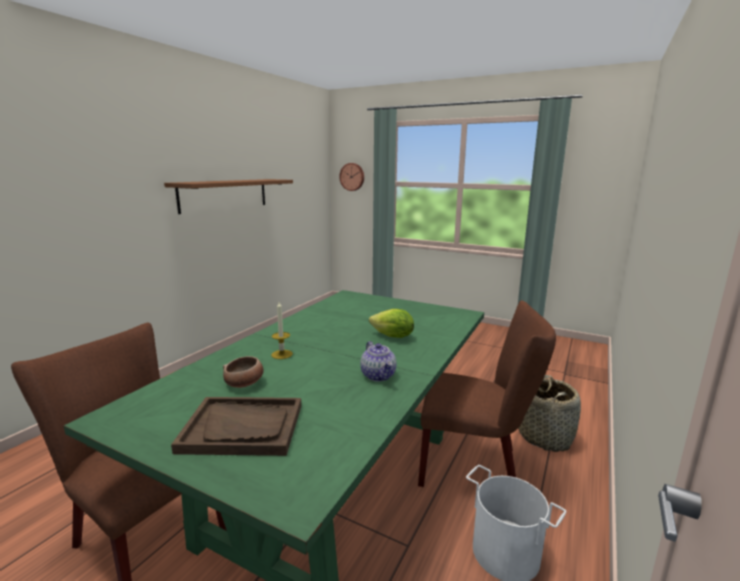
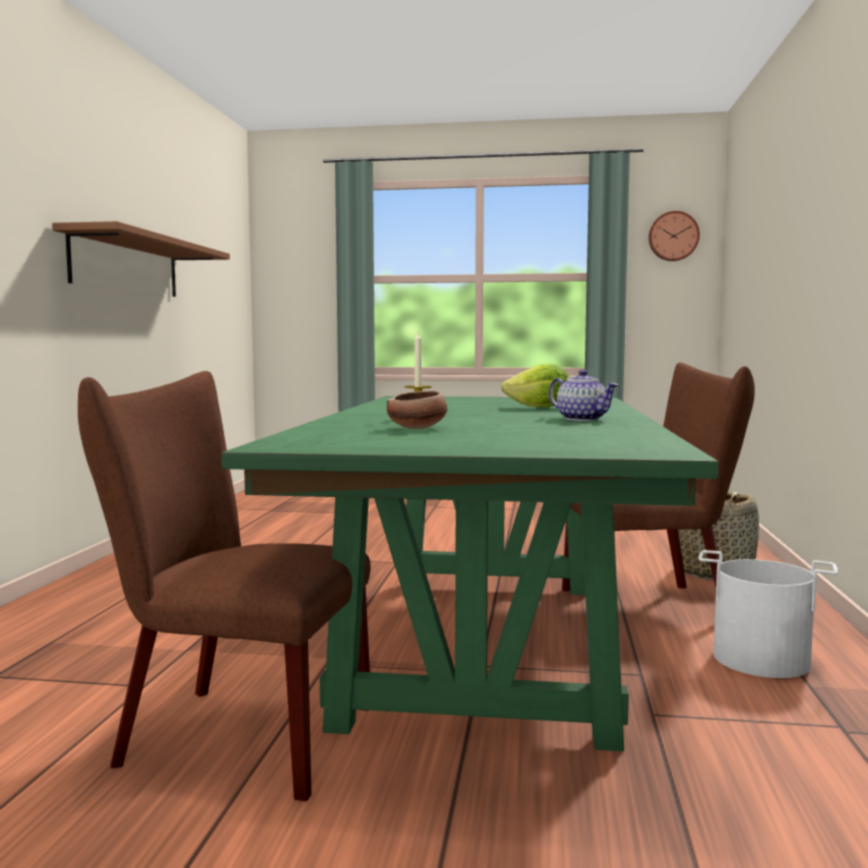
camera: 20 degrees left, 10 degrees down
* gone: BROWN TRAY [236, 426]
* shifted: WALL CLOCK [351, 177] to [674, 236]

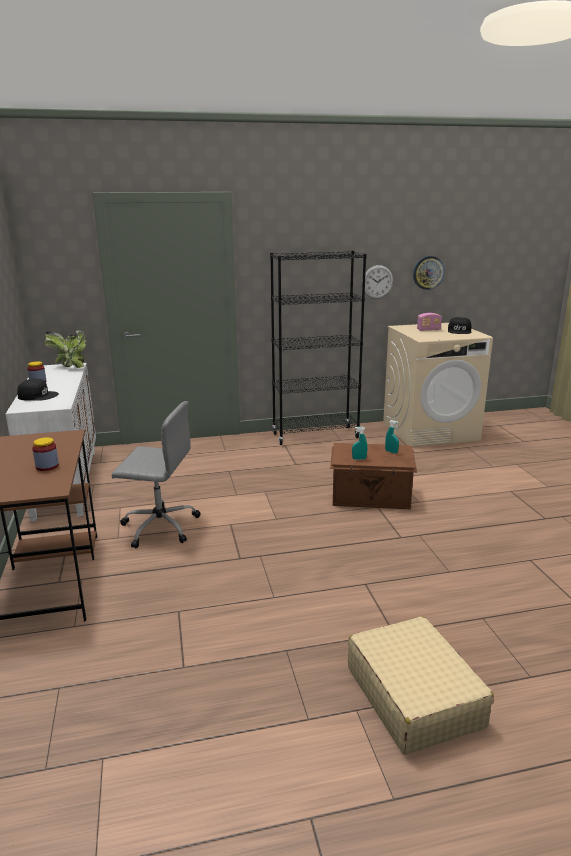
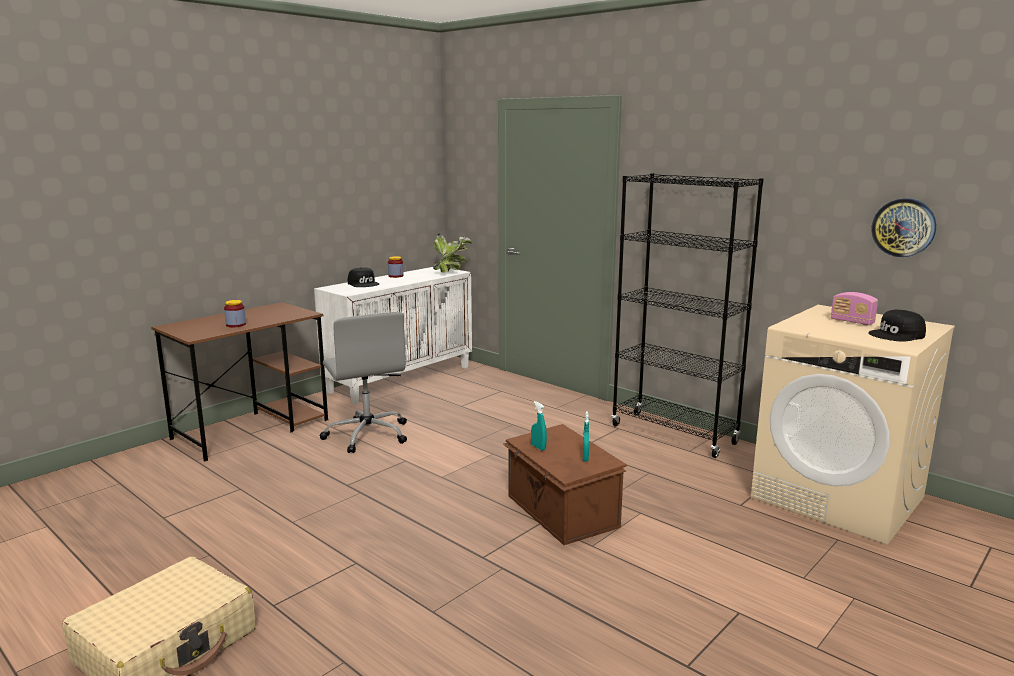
camera: 55 degrees right, 5 degrees down
* gone: WALL CLOCK [377, 282]

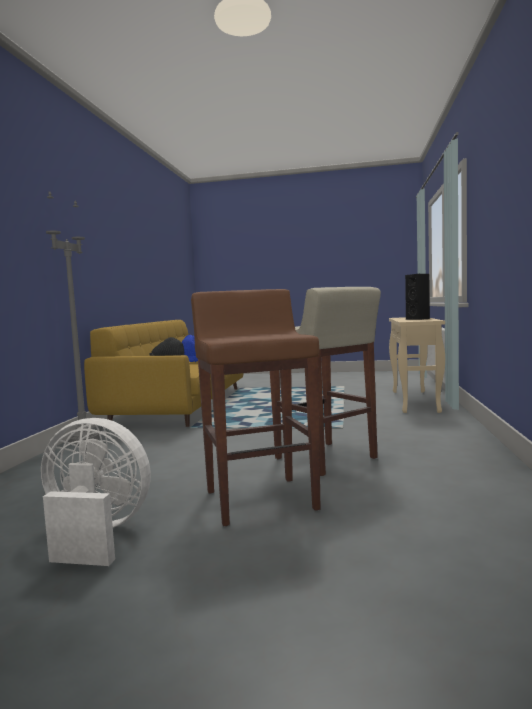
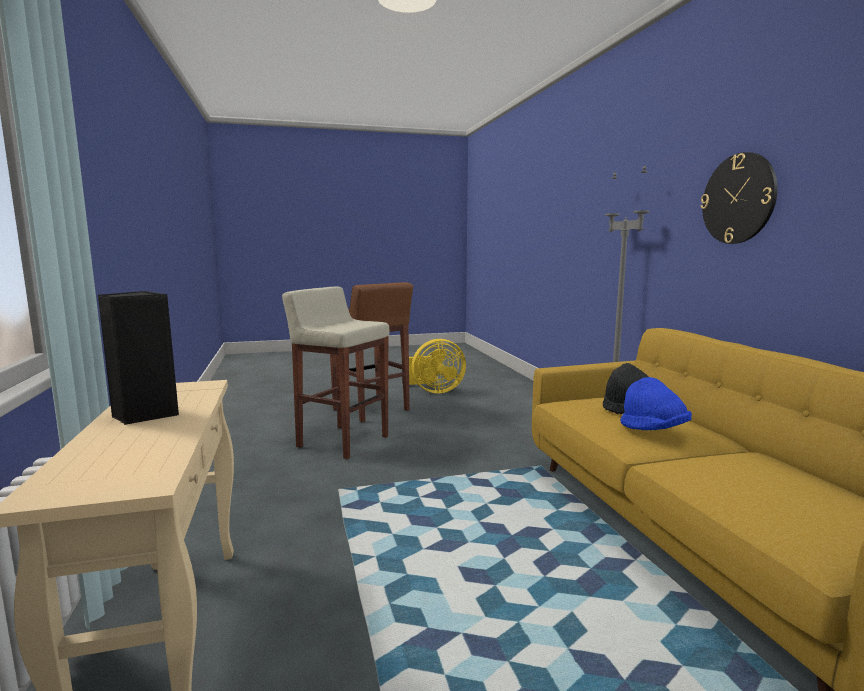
camera: 155 degrees right, 5 degrees up
* repainted: WHITE FAN [96, 492] to YELLOW FAN [437, 366]
* new: WALL CLOCK [739, 198]

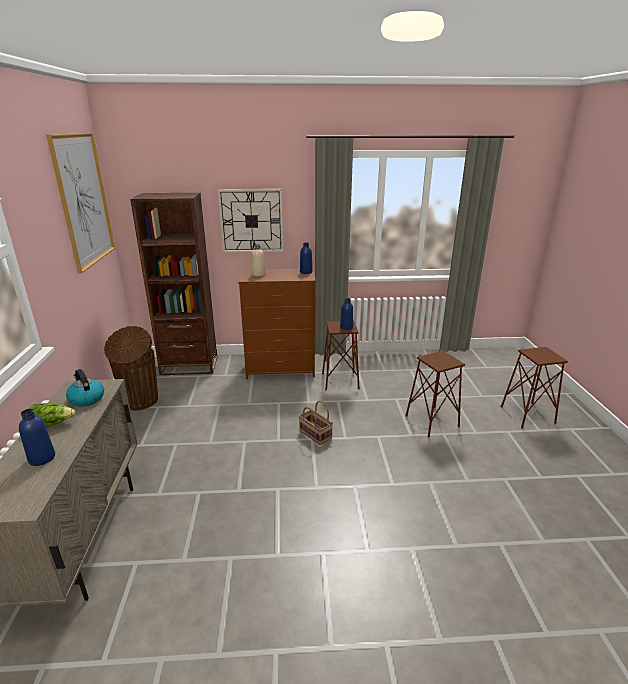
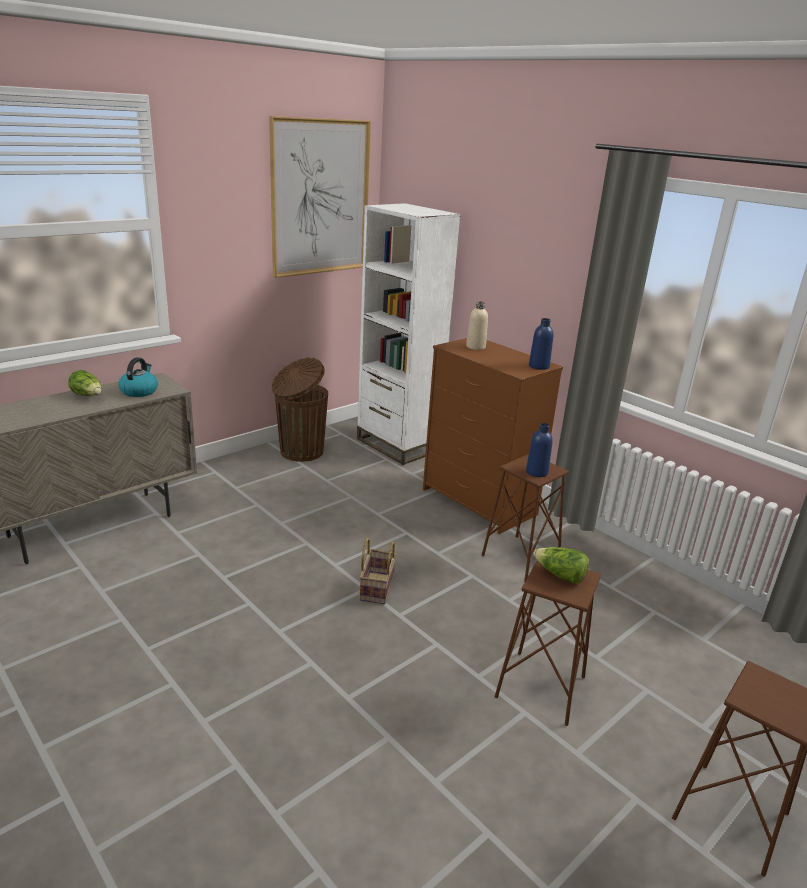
camera: 50 degrees right, 0 degrees up
* gone: BLUE BOTTLE [37, 437]
* repainted: BROWN BOOKCASE [174, 284] to WHITE BOOKCASE [409, 334]
* gone: WALL CLOCK [250, 221]
* new: LETTUCE [561, 565]

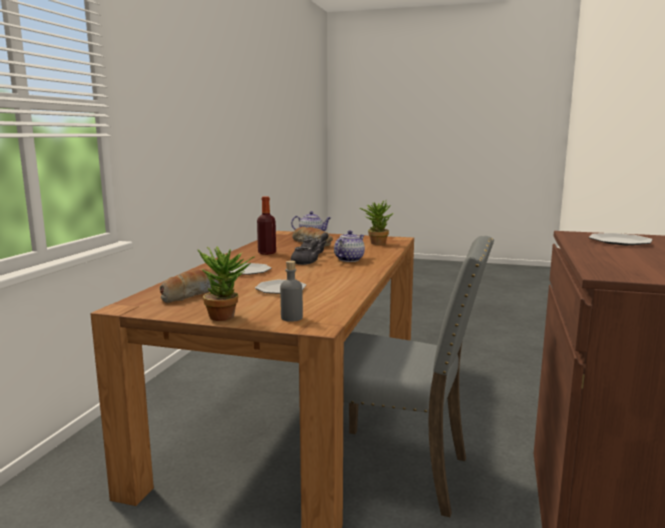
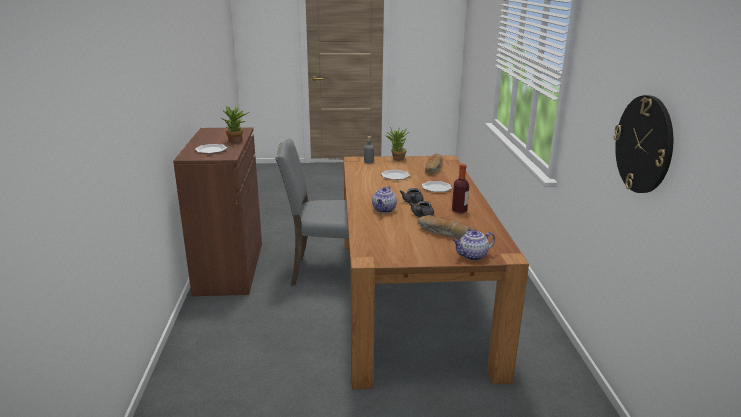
camera: 160 degrees right, 10 degrees up
* shifted: POTTED PLANT [376, 223] to [235, 123]
* new: WALL CLOCK [643, 144]

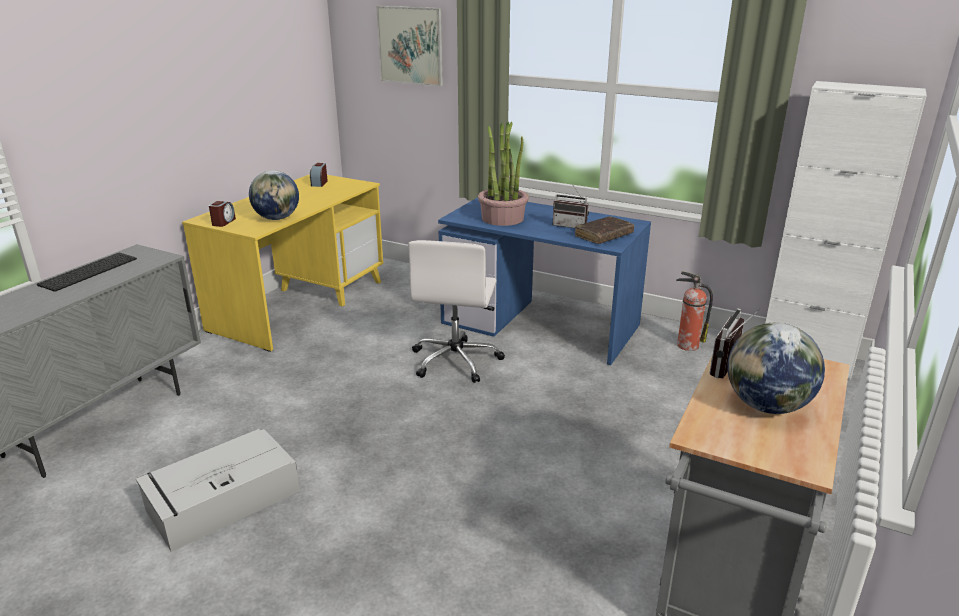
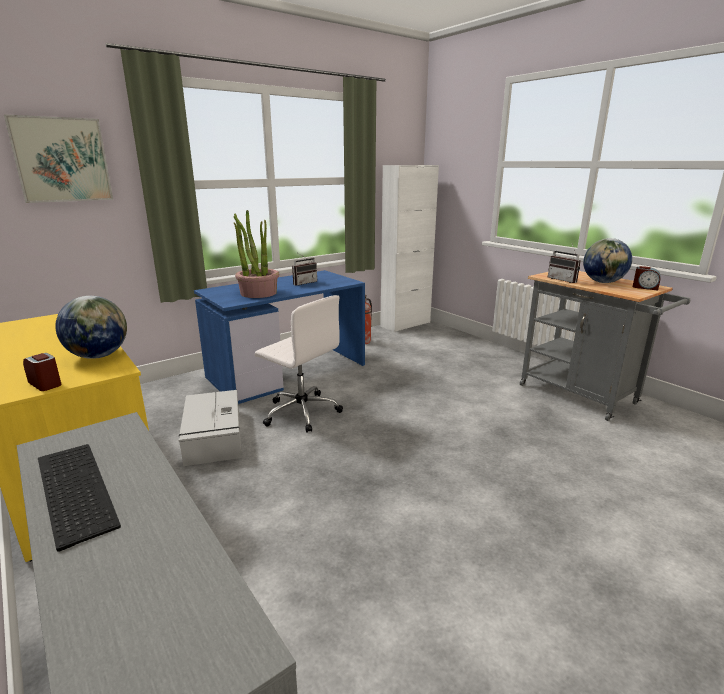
camera: 65 degrees left, 5 degrees down
* shifted: GREY STORAGE BOX [218, 490] to [210, 428]
* shifted: ALARM CLOCK [319, 175] to [647, 278]
* gone: BROWN BOOK [604, 230]

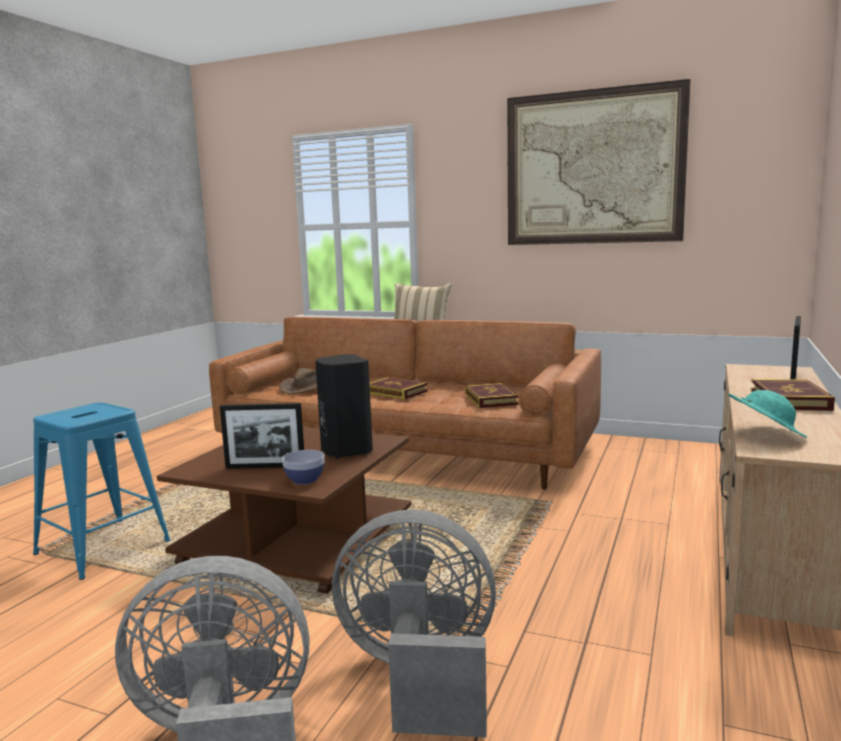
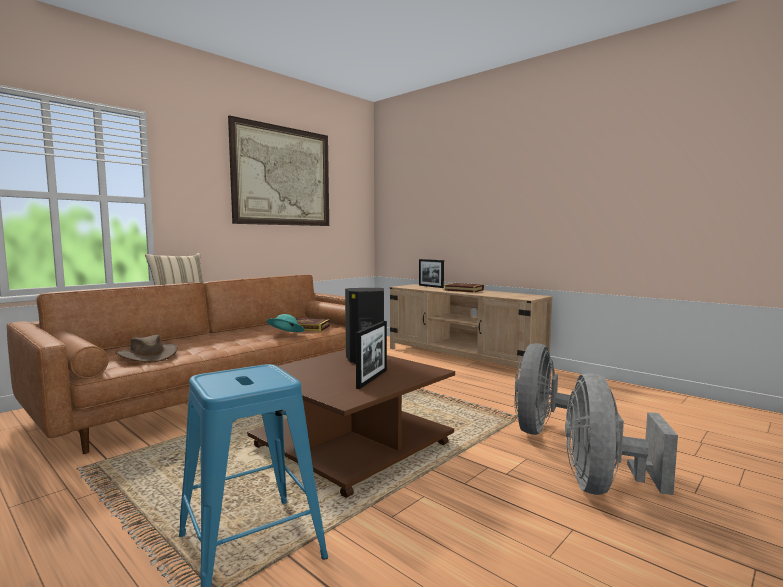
camera: 70 degrees left, 5 degrees down
* gone: BOWL [303, 467]
* gone: BOOK [398, 388]
* shifted: TURQUOISE HAT [767, 414] to [285, 323]

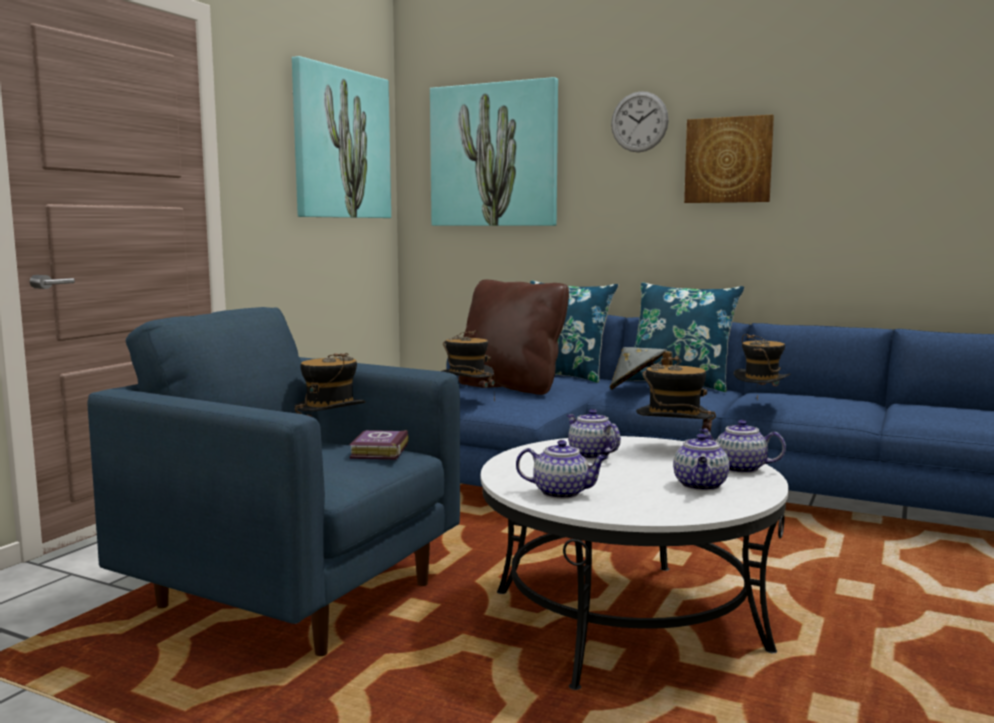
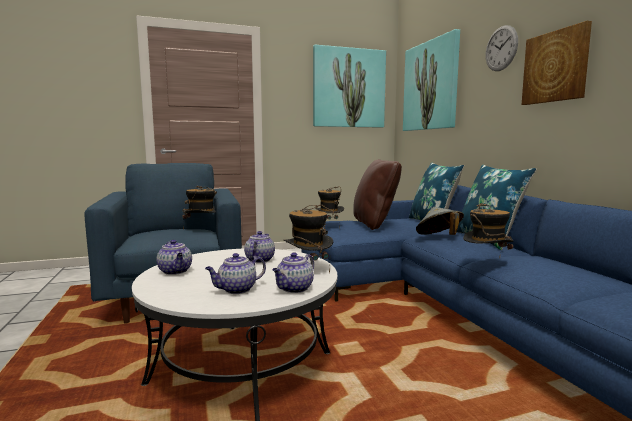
camera: 45 degrees right, 0 degrees up
* gone: BOOK [379, 445]
* rotated: TEAPOT [742, 446] = [293, 273] 120 degrees counterclockwise

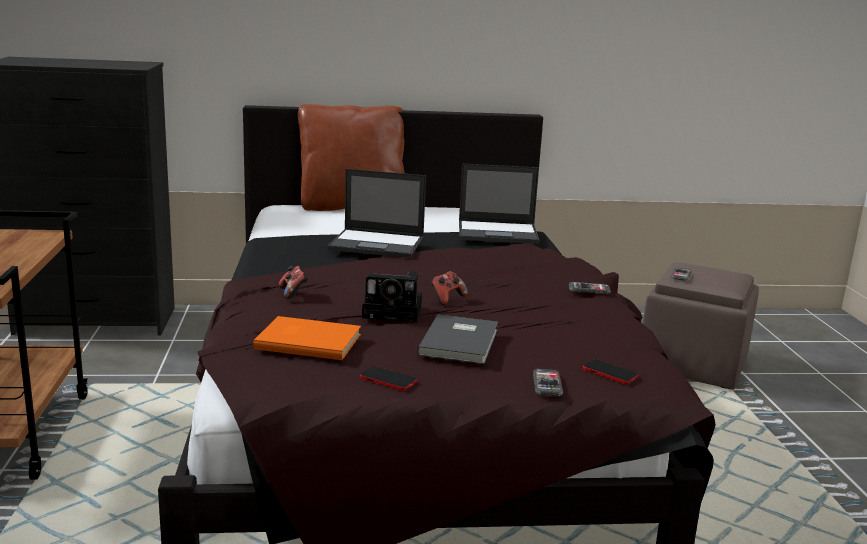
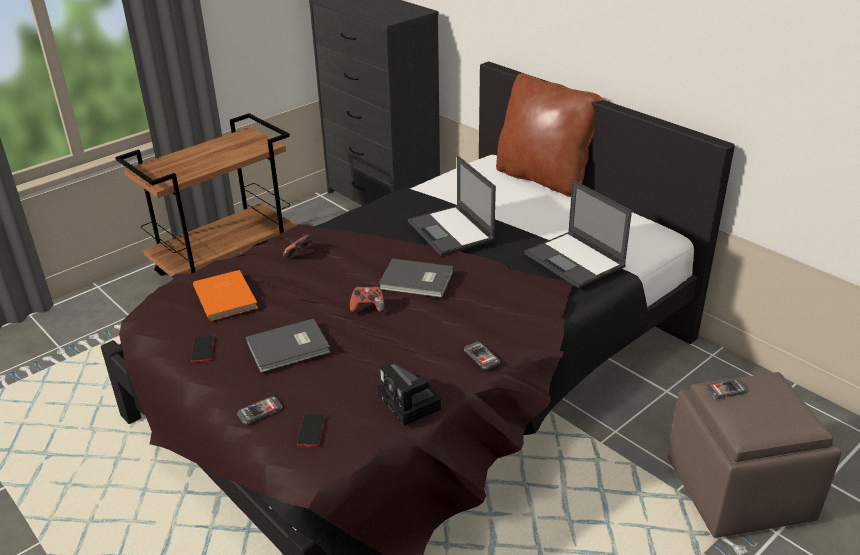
camera: 55 degrees right, 15 degrees up
* shifted: PHOTO CAMERA [392, 296] to [409, 394]
* new: GREY BOOK [416, 278]

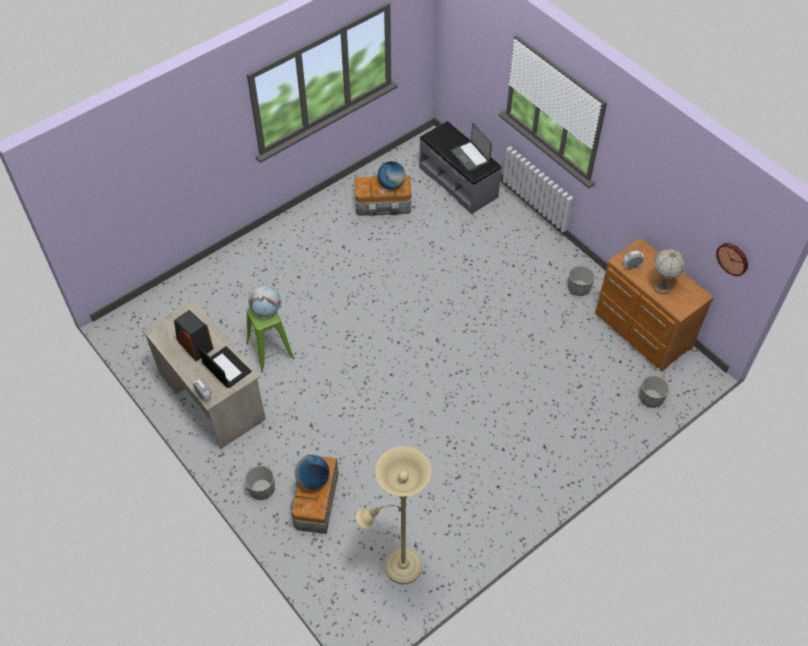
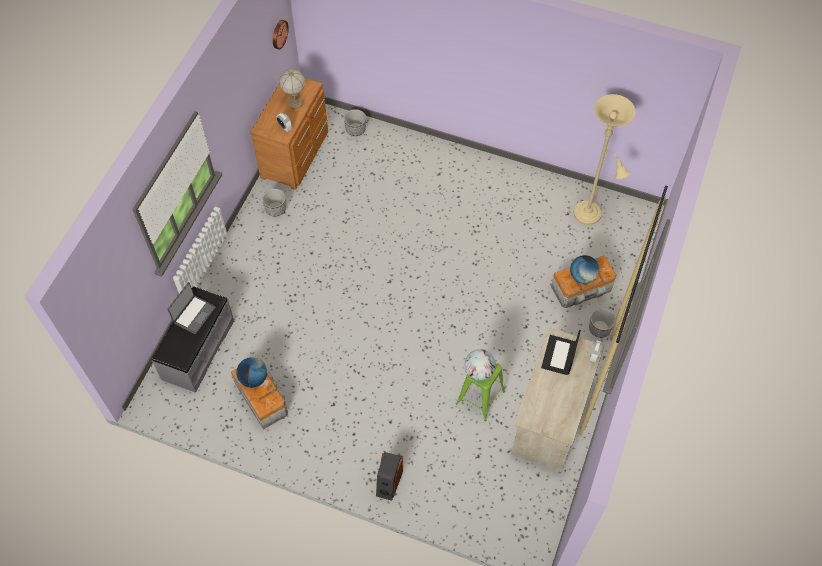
camera: 120 degrees left, 5 degrees up
* shifted: SPEAKER [194, 335] to [389, 476]

